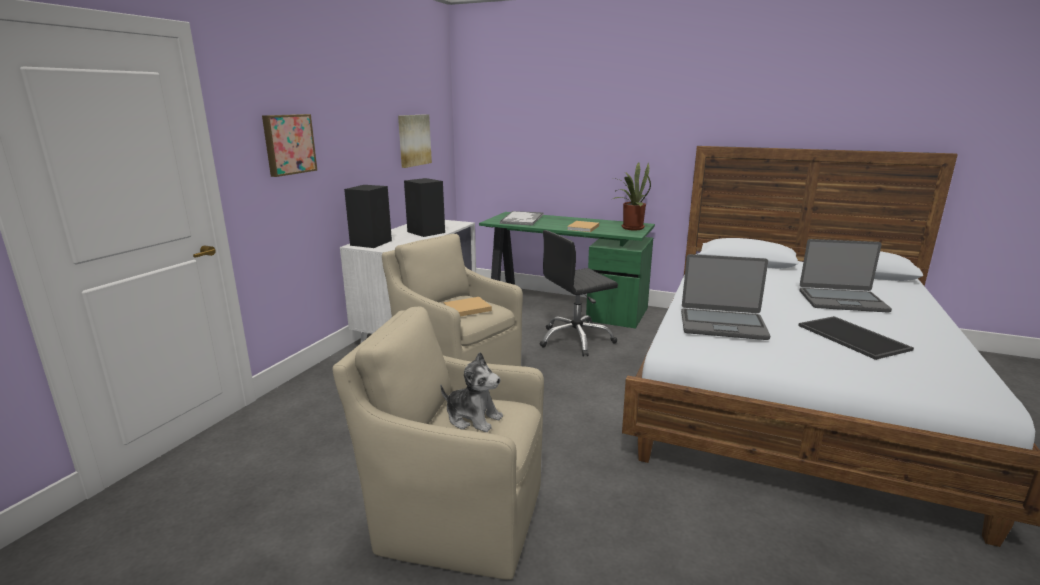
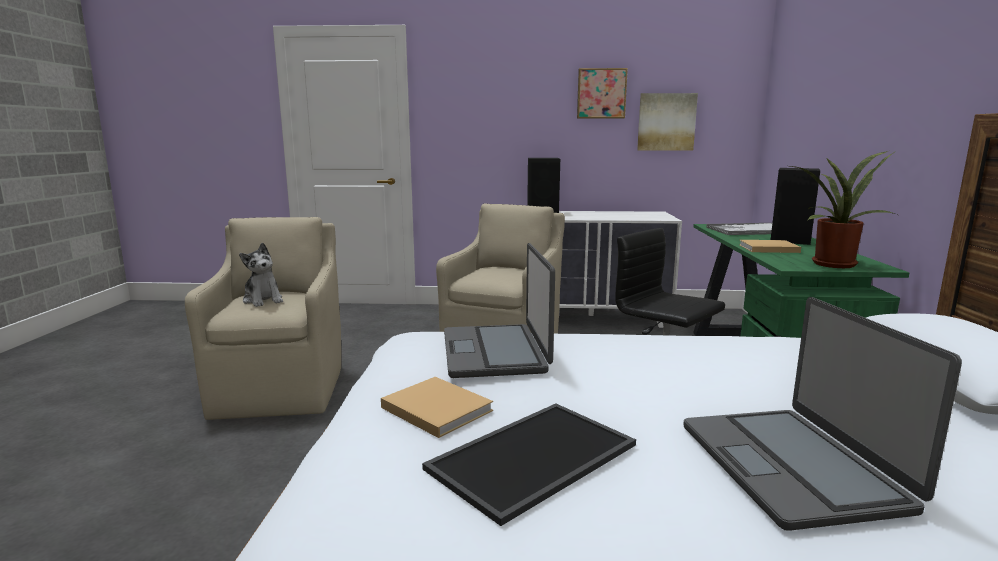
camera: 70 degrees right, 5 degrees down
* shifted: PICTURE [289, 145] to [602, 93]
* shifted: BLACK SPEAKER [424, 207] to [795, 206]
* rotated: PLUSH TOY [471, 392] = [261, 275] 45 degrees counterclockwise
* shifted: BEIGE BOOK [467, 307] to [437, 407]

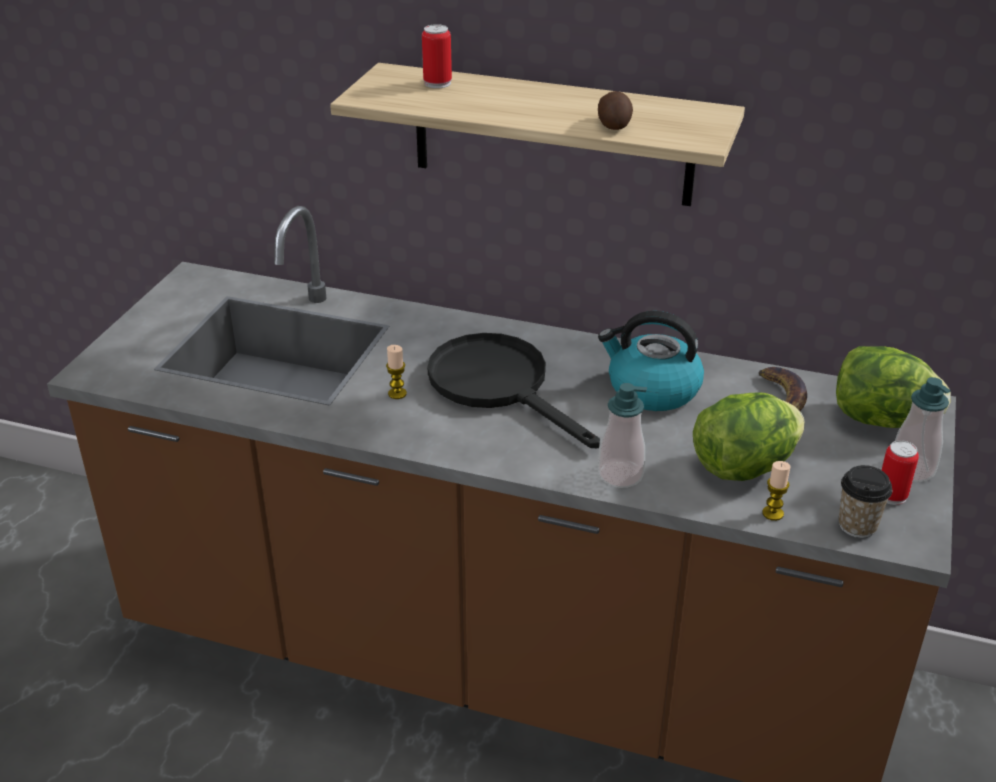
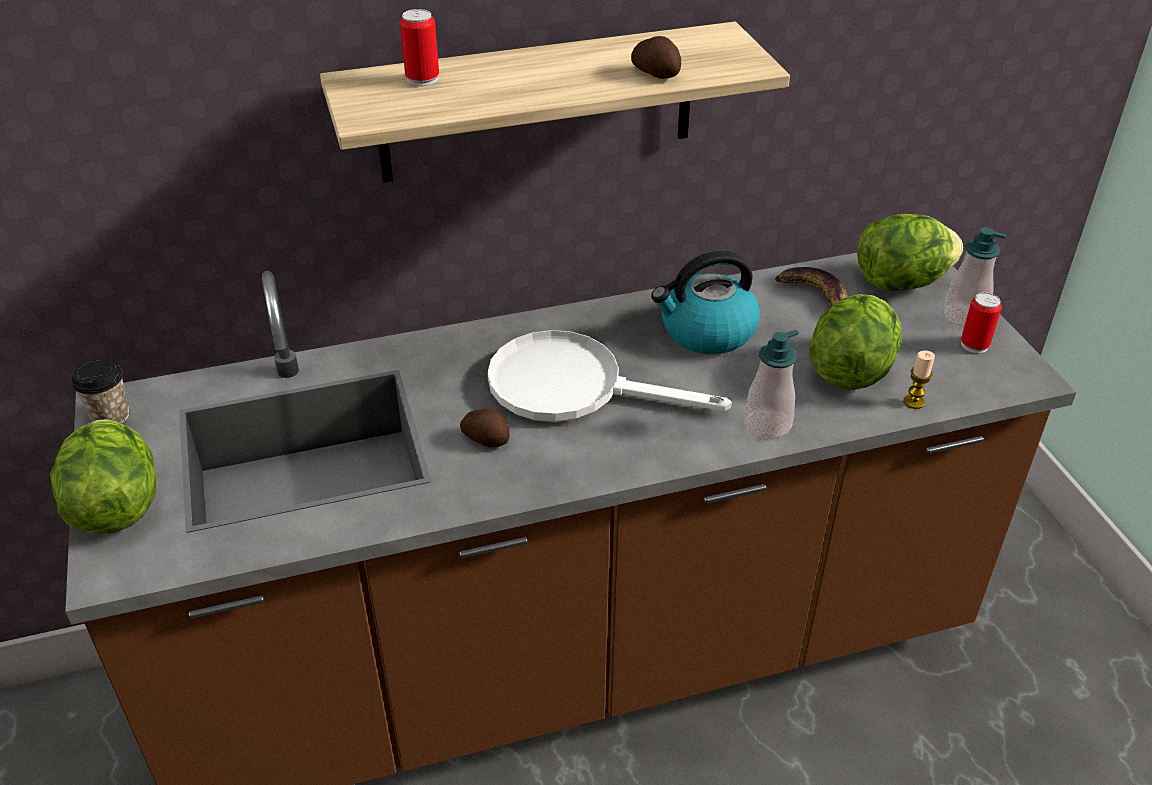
camera: 35 degrees left, 5 degrees up
* swapped: CANDLE [396, 372] to POTATO [485, 428]
* repainted: BLACK FRYING PAN [514, 390] to WHITE FRYING PAN [609, 376]
* shifted: CUP [865, 501] to [100, 390]
* new: LETTUCE [103, 476]

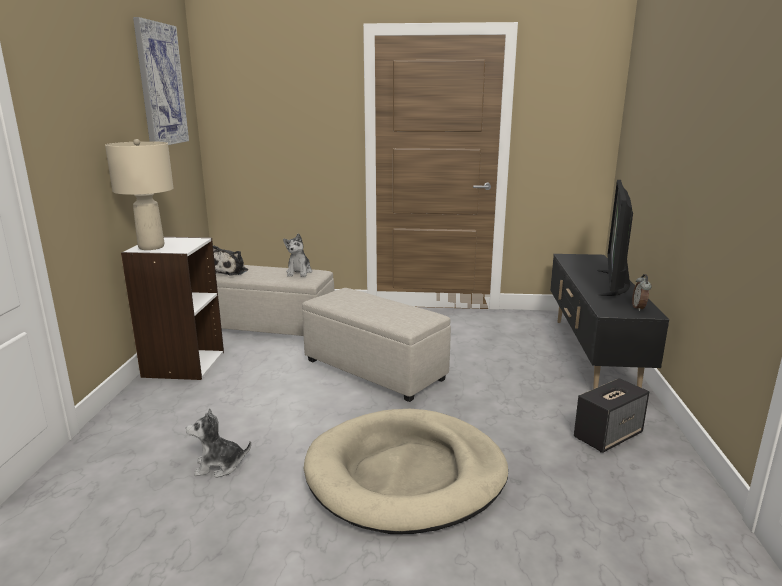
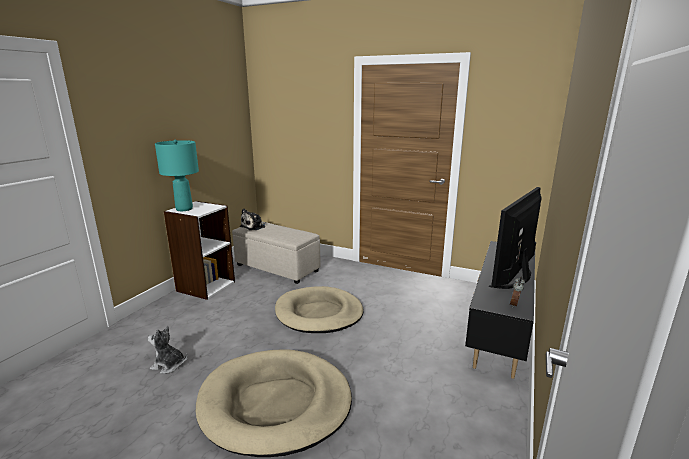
camera: 20 degrees right, 0 degrees up
* repainted: BEIGE TABLE LAMP [139, 194] to TURQUOISE TABLE LAMP [177, 175]
* gone: PICTURE [161, 81]
* gone: PLUSH TOY [297, 255]
* swapped: BEIGE OTTOMAN [376, 345] to BEIGE DOG BED [319, 309]
* gone: SPEAKER [611, 415]

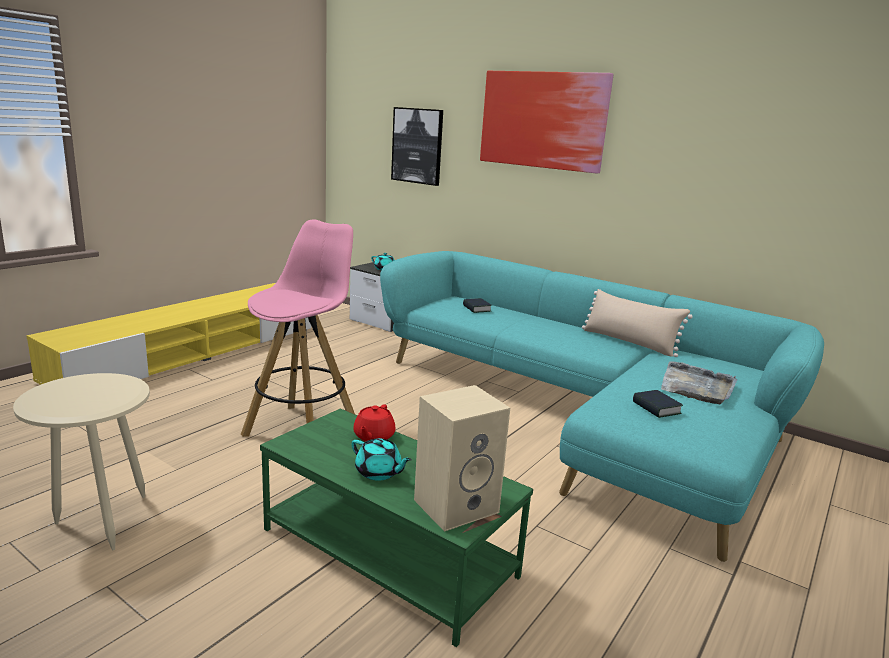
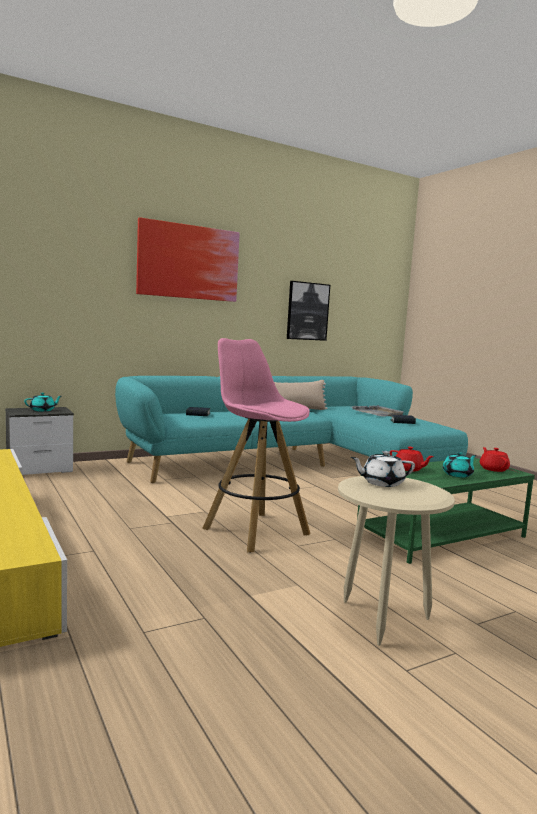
camera: 65 degrees left, 10 degrees down
* shifted: PICTURE [417, 146] to [308, 311]
* swapped: BEIGE SPEAKER [462, 458] to RED TEAPOT [495, 459]
* new: WHITE TEAPOT [383, 469]

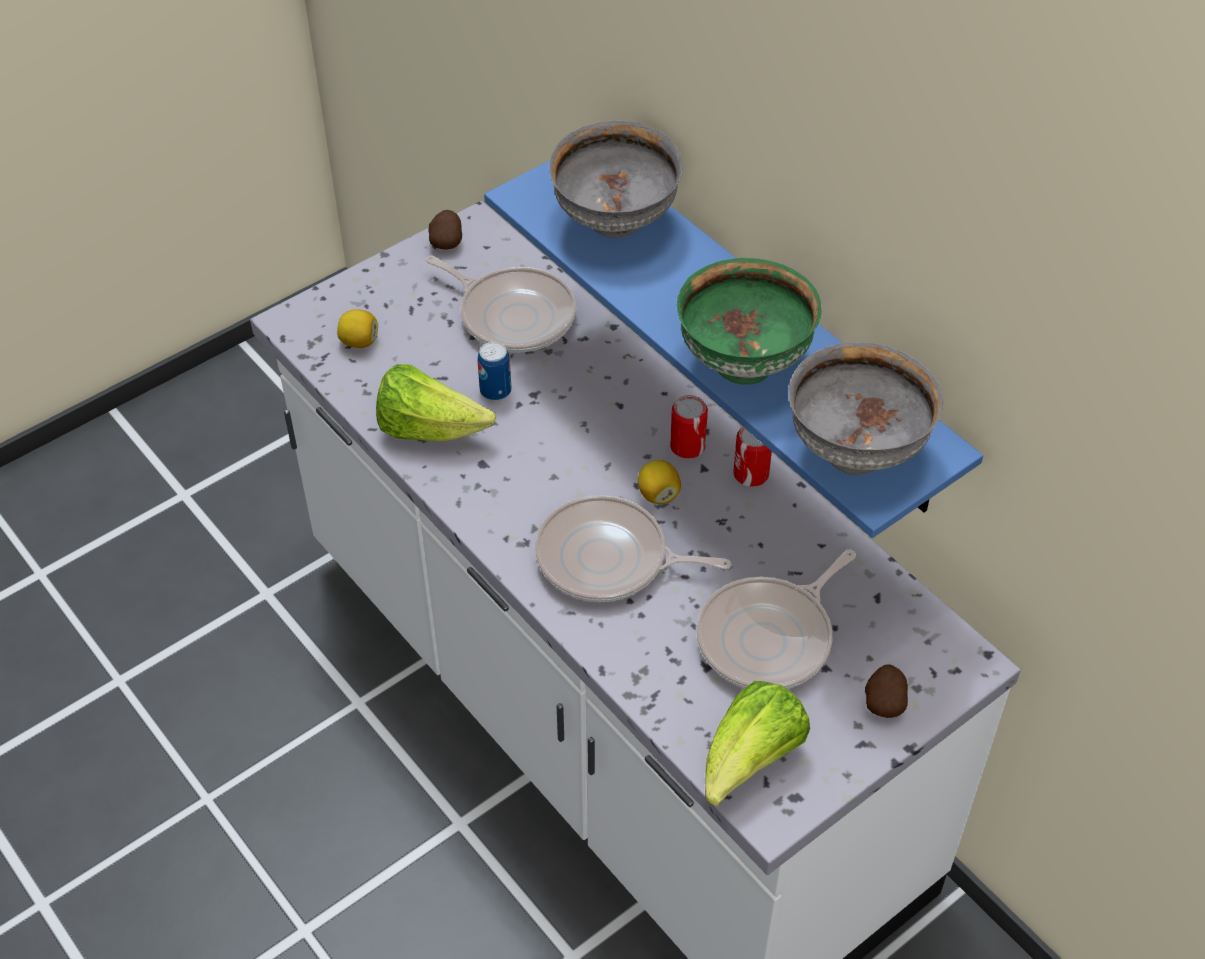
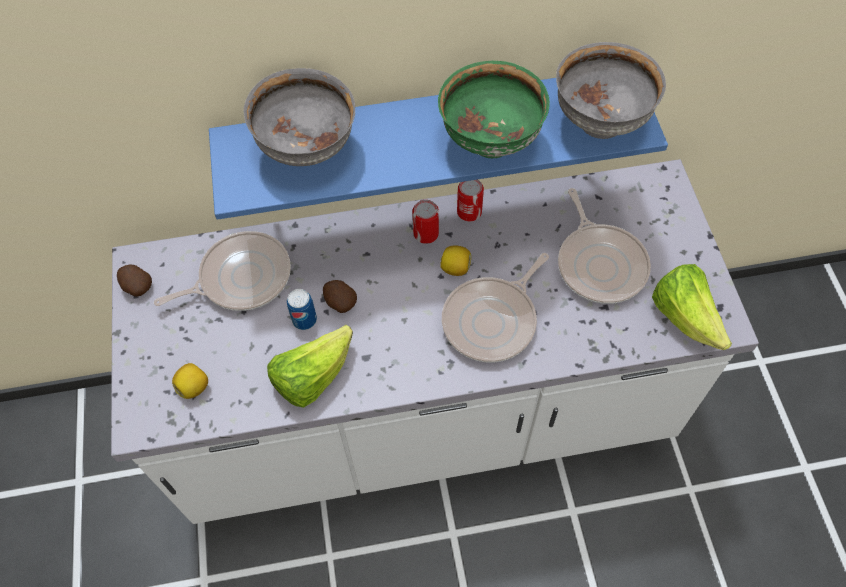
camera: 60 degrees left, 10 degrees up
* shifted: POTATO [886, 691] to [340, 296]

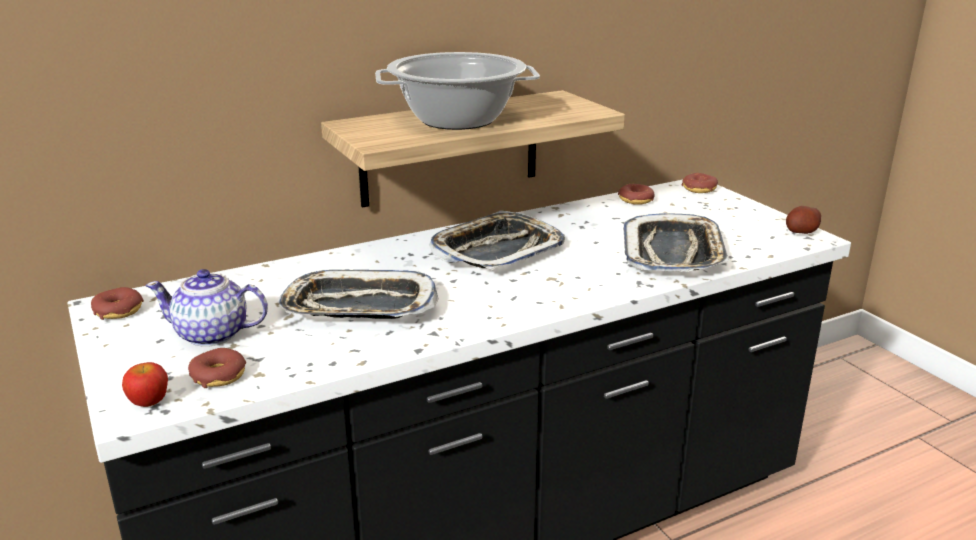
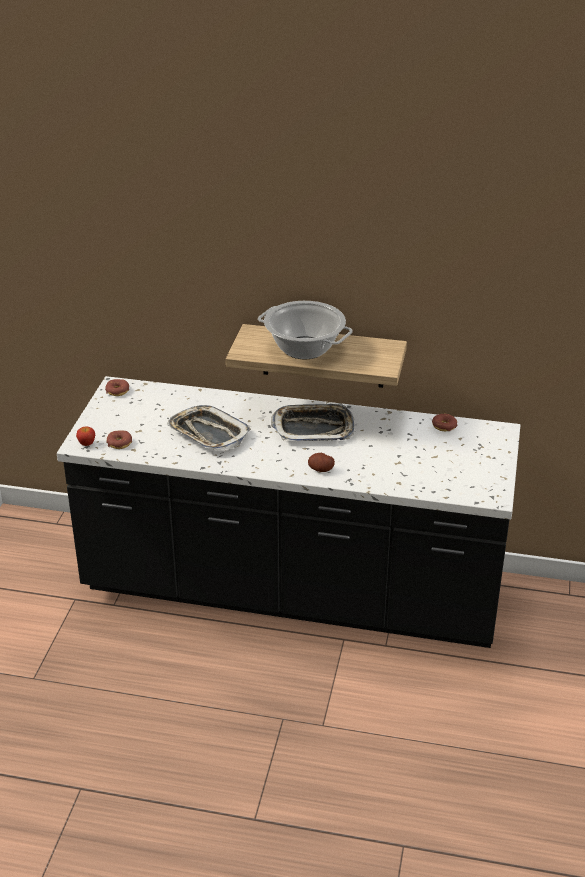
camera: 40 degrees right, 10 degrees up
* gone: TEAPOT [206, 308]
* gone: TRAY [676, 242]
* gone: DONUT [700, 183]
* shifted: POTATO [803, 220] to [321, 462]

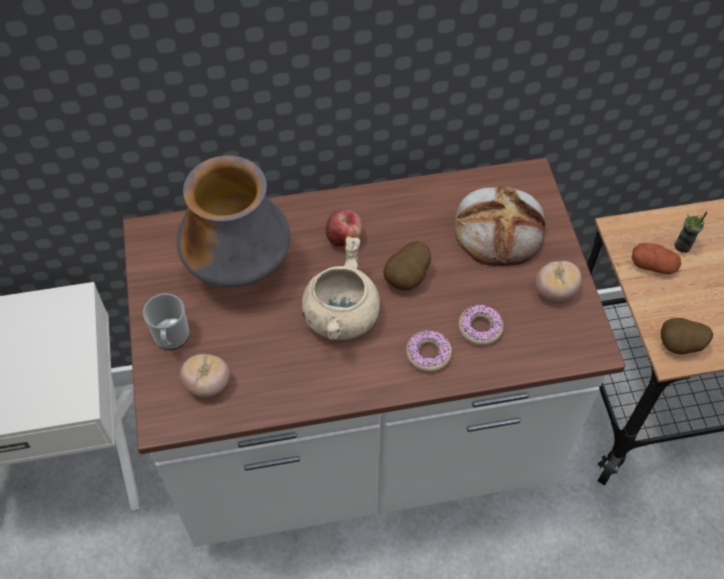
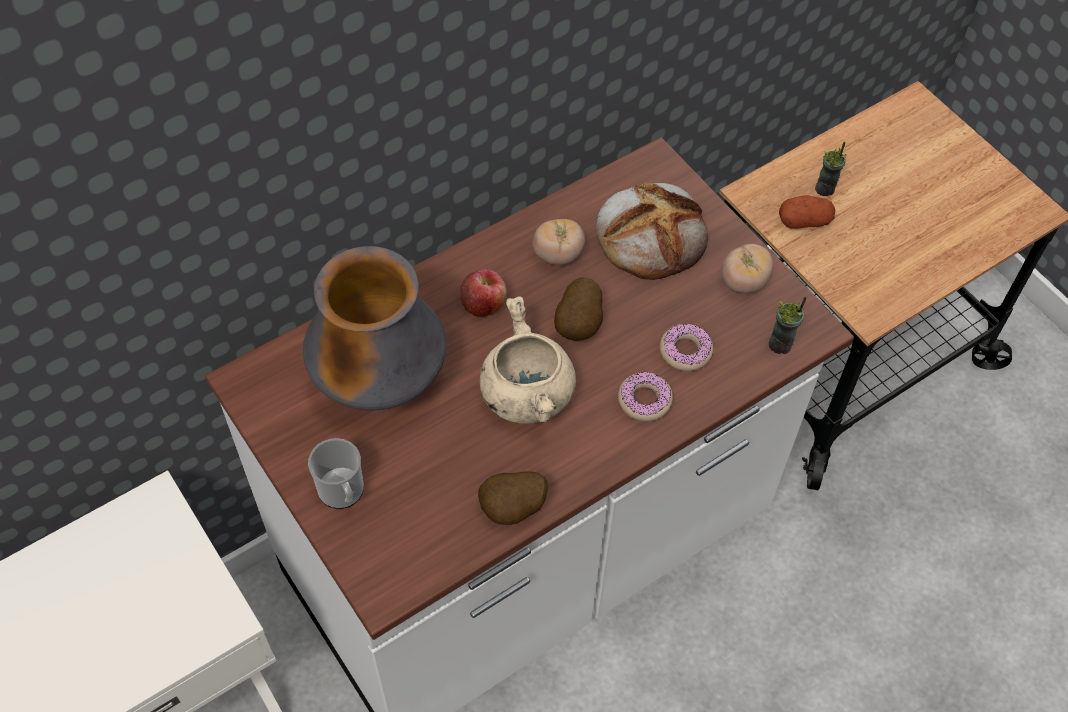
camera: 25 degrees left, 0 degrees up
* shifted: TOMATO [205, 375] to [559, 242]
* shifted: POTATO [687, 336] to [513, 498]
* new: CUP [787, 325]

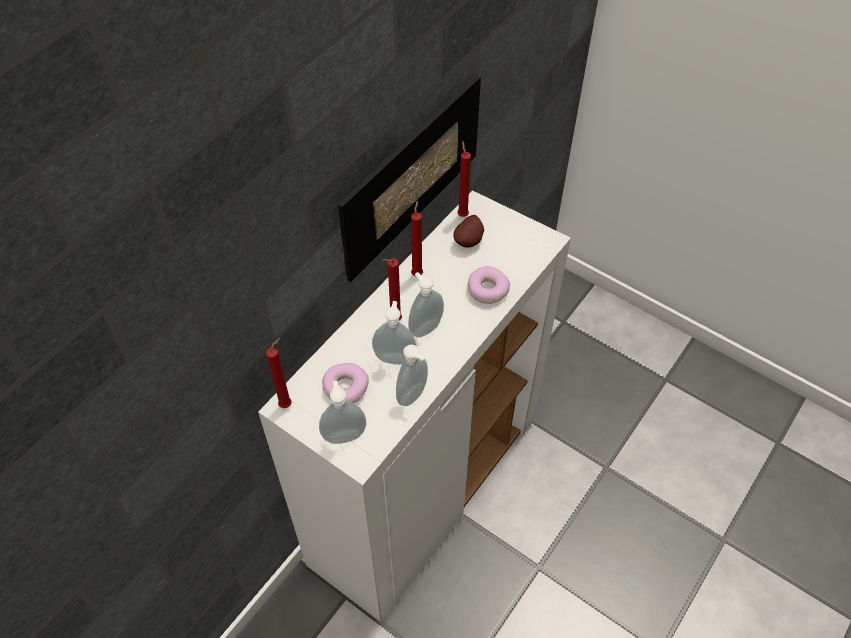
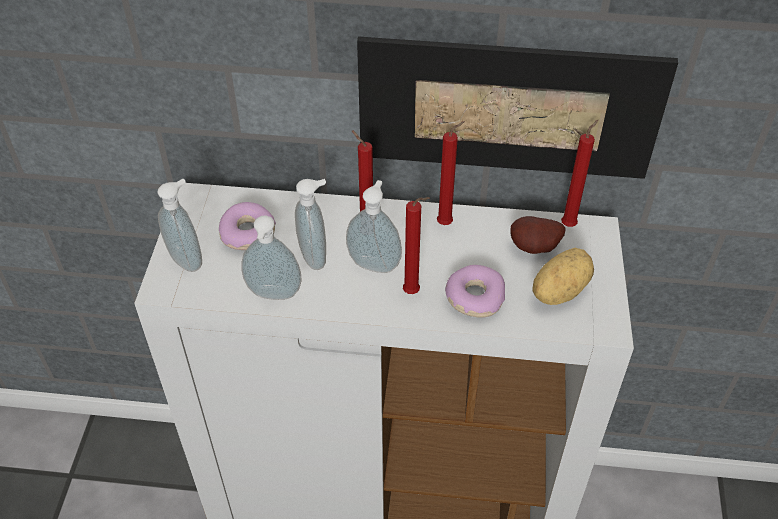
camera: 60 degrees right, 5 degrees down
* shifted: RED CANDLE [279, 373] to [416, 245]
* new: POTATO [563, 276]

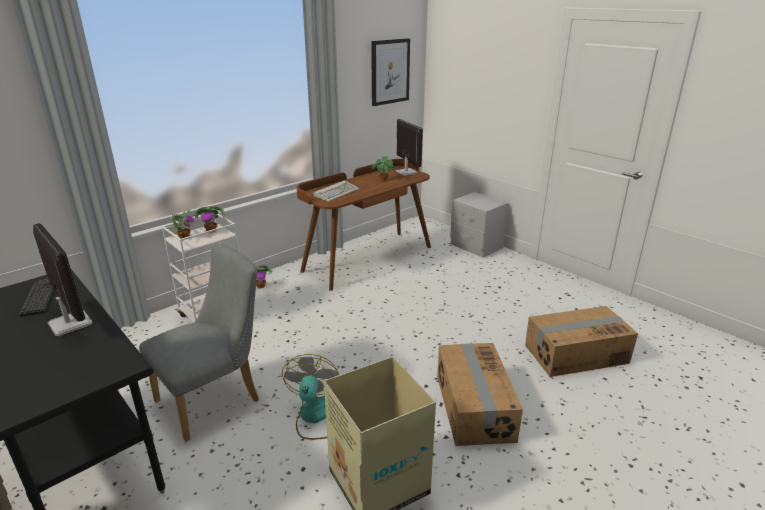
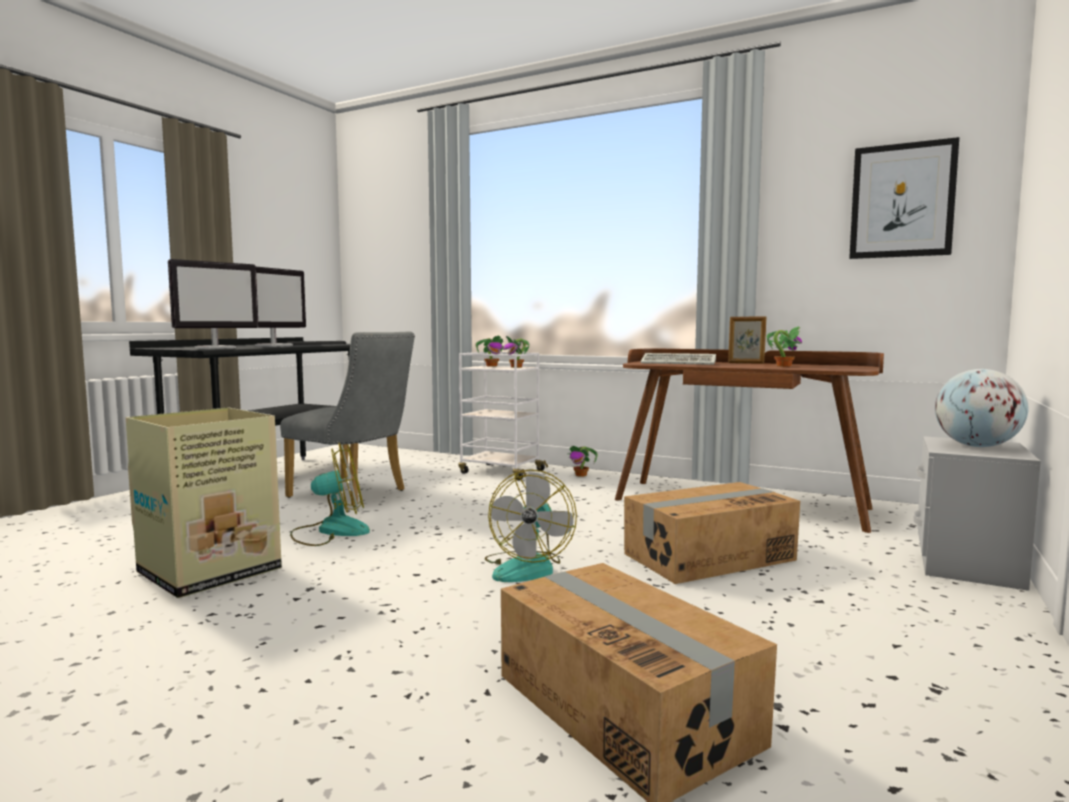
camera: 70 degrees right, 20 degrees down
* shifted: MONITOR [409, 147] to [213, 304]
* shifted: CARDBOARD BOX [480, 394] to [712, 533]
* new: FAN [531, 525]
* new: PICTURE FRAME [747, 340]
* new: GLOBE [981, 408]

